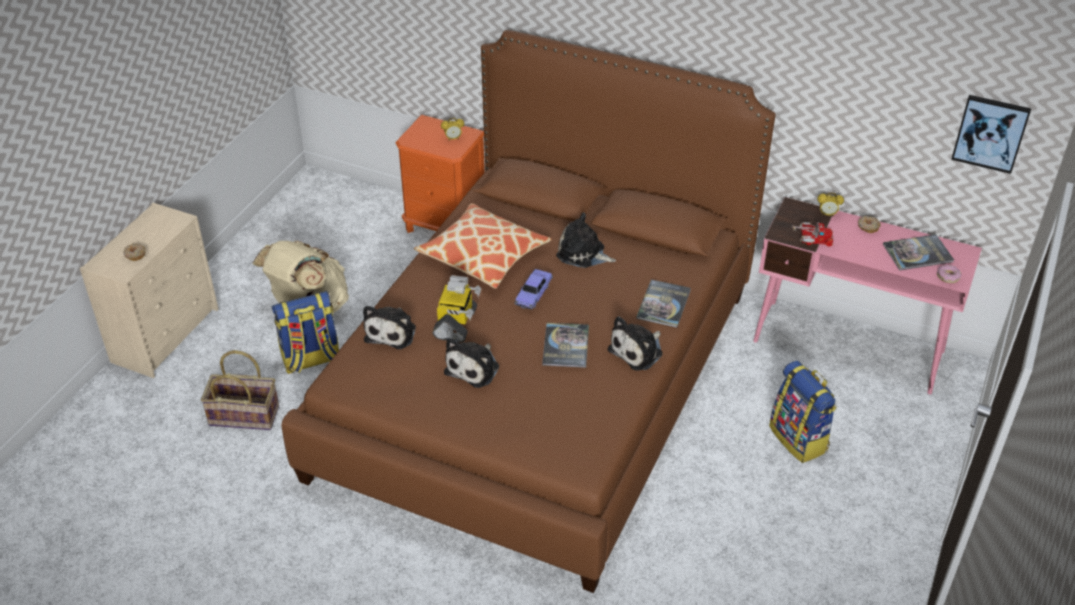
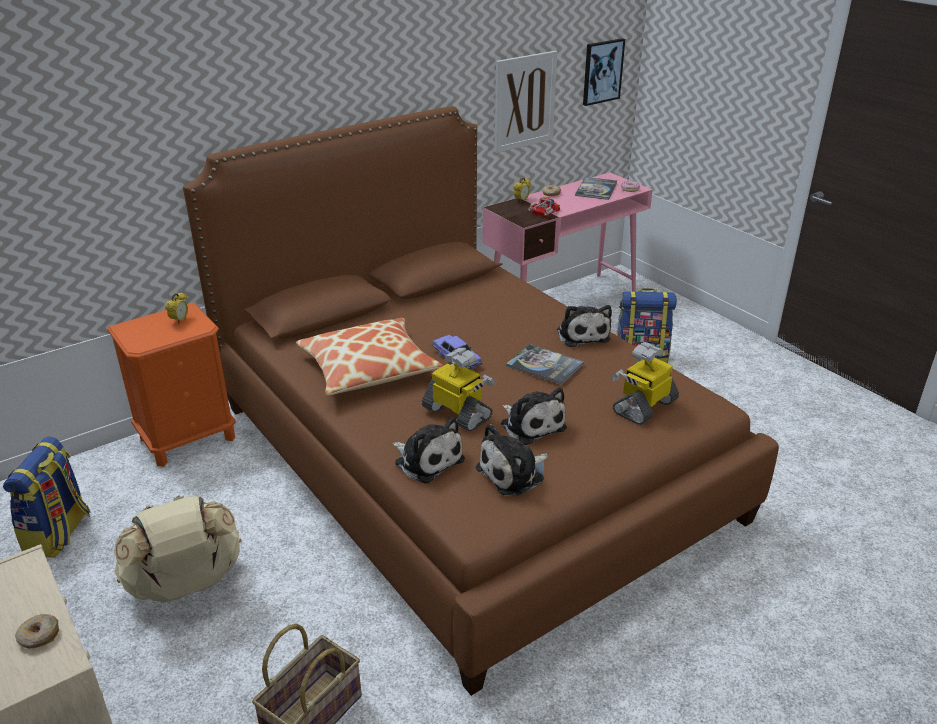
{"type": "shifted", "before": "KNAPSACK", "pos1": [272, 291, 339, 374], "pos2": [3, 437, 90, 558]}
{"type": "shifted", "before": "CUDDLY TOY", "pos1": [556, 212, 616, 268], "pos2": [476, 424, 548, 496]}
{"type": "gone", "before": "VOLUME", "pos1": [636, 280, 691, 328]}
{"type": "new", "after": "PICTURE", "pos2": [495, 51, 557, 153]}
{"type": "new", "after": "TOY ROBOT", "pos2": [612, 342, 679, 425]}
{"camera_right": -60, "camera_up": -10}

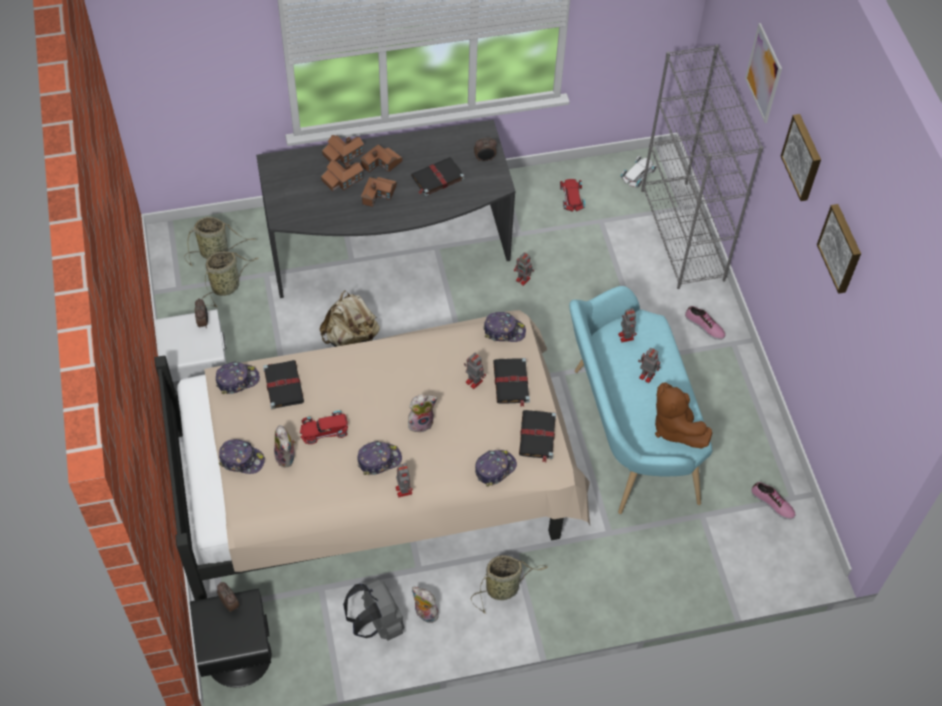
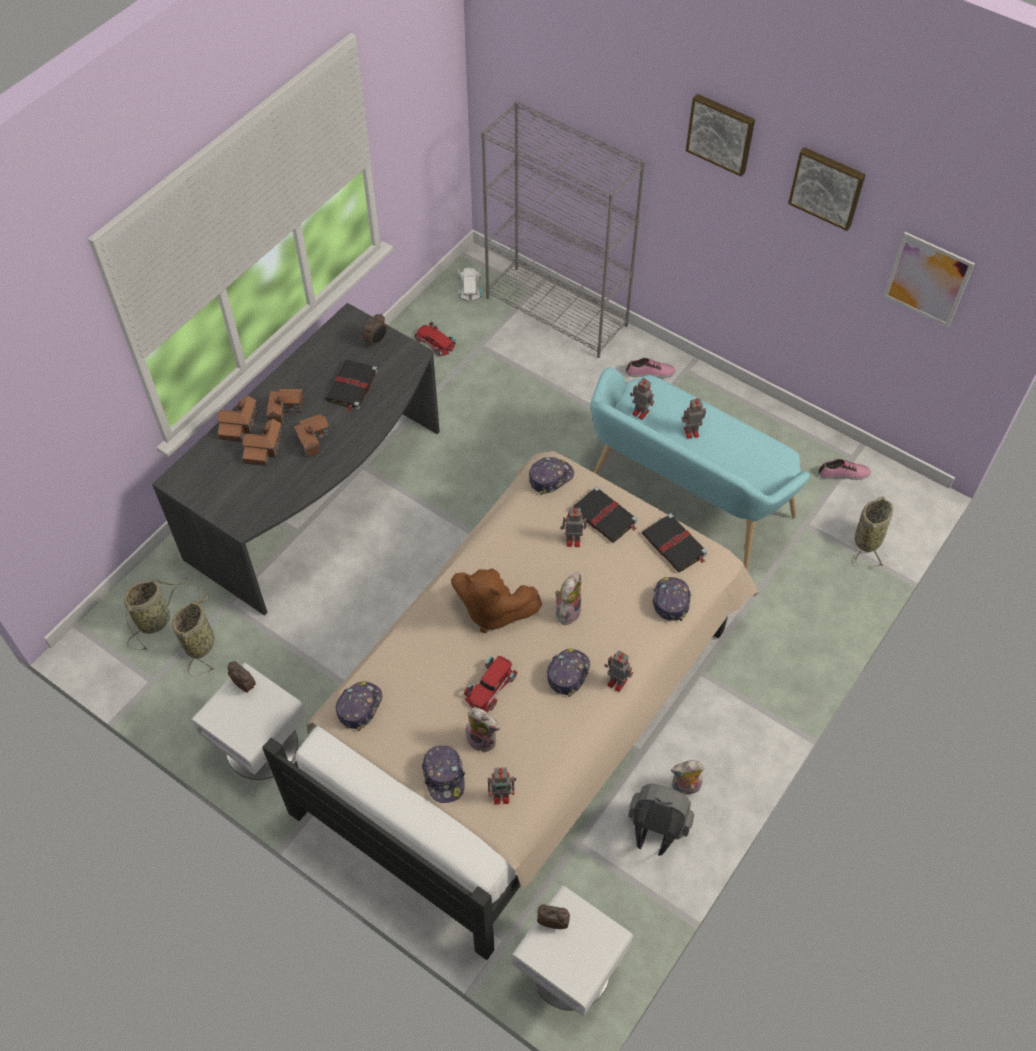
{"type": "repainted", "before": "BLACK-COLOURED BEDSIDE TABLE", "after": "WHITISH BEDSIDE TABLE", "pos1": [190, 589, 271, 688], "pos2": [512, 885, 633, 1016]}
{"type": "rotated", "before": "CAP", "pos1": [219, 439, 265, 474], "pos2": [422, 746, 465, 803], "turn": 105}
{"type": "gone", "before": "BLACK-COLOURED VOLUME", "pos1": [263, 360, 304, 409]}
{"type": "gone", "before": "SAND-COLOURED KNAPSACK", "pos1": [320, 290, 380, 347]}
{"type": "shifted", "before": "STORAGE BASKET", "pos1": [471, 555, 548, 614], "pos2": [855, 497, 893, 567]}
{"type": "shifted", "before": "TOY ROBOT", "pos1": [514, 252, 534, 286], "pos2": [488, 767, 516, 805]}
{"type": "shifted", "before": "BROWN CUDDLY TOY", "pos1": [655, 382, 712, 449], "pos2": [451, 568, 542, 633]}
{"type": "shifted", "before": "PICTURE", "pos1": [745, 23, 782, 123], "pos2": [883, 232, 975, 327]}
{"camera_right": -40, "camera_up": 0}

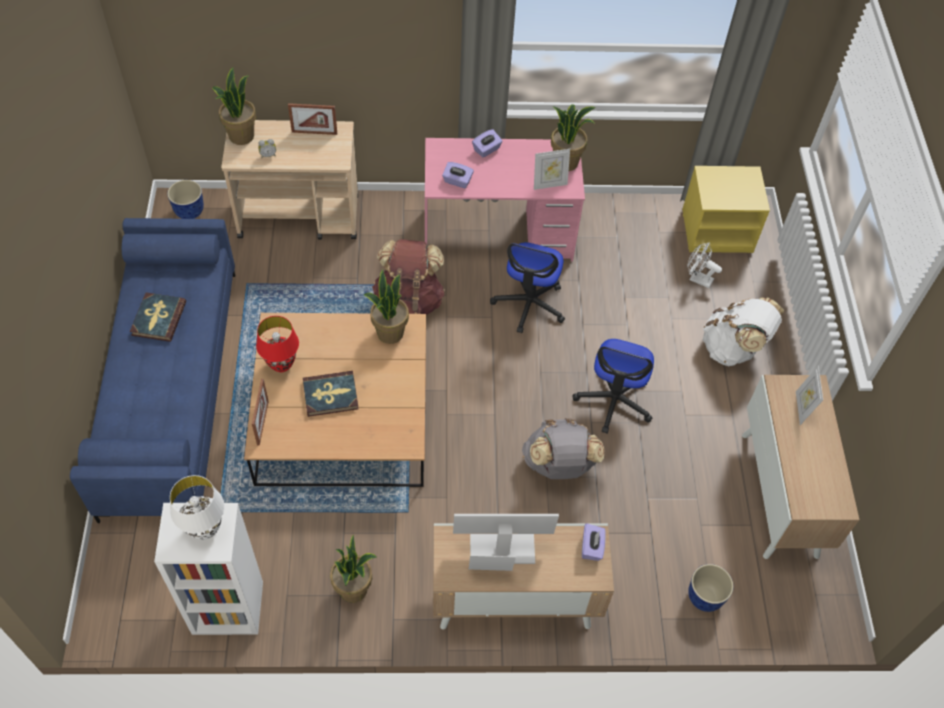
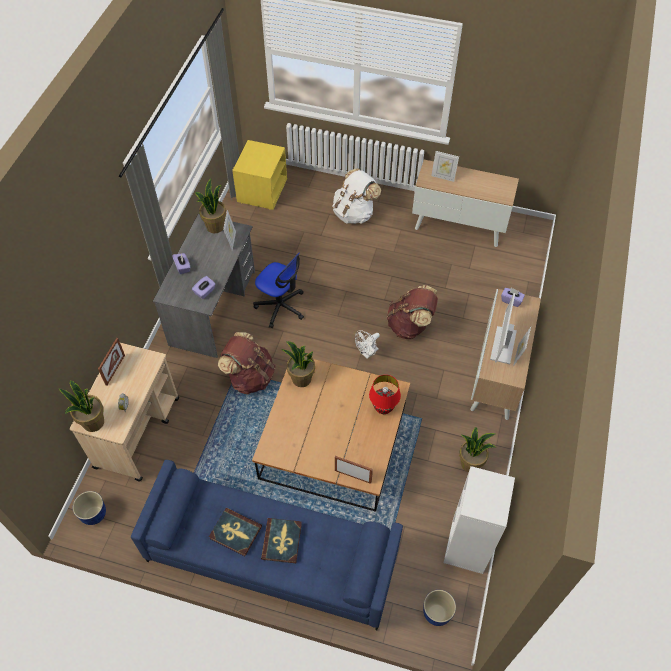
{"type": "gone", "before": "WHITISH TABLE LAMP", "pos1": [170, 475, 224, 540]}
{"type": "shifted", "before": "RED-COLOURED TABLE LAMP", "pos1": [256, 316, 299, 372], "pos2": [369, 375, 401, 414]}
{"type": "shifted", "before": "VOLUME", "pos1": [303, 371, 359, 417], "pos2": [261, 518, 302, 563]}
{"type": "repainted", "before": "PINK-COLOURED DESK", "after": "GREY DESK", "pos1": [425, 138, 585, 261], "pos2": [153, 214, 255, 358]}
{"type": "repainted", "before": "GREY KNAPSACK", "after": "BROWN KNAPSACK", "pos1": [522, 418, 604, 479], "pos2": [387, 285, 438, 339]}
{"type": "gone", "before": "COMPUTER CHAIR", "pos1": [573, 339, 654, 434]}
{"type": "shifted", "before": "WHITISH ELECTRIC FAN", "pos1": [687, 242, 722, 288], "pos2": [355, 330, 380, 359]}
{"type": "shifted", "before": "FLOWER POT", "pos1": [688, 564, 733, 612], "pos2": [423, 590, 456, 626]}
{"camera_right": -70, "camera_up": 0}

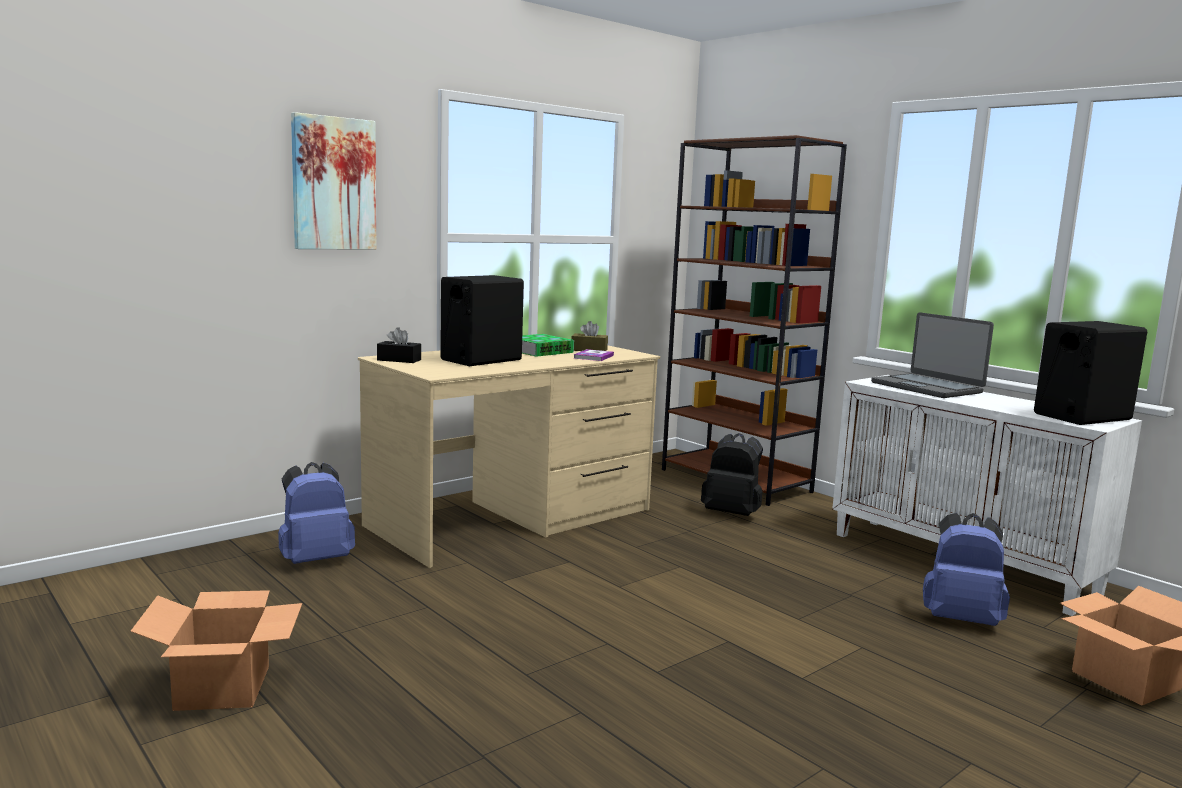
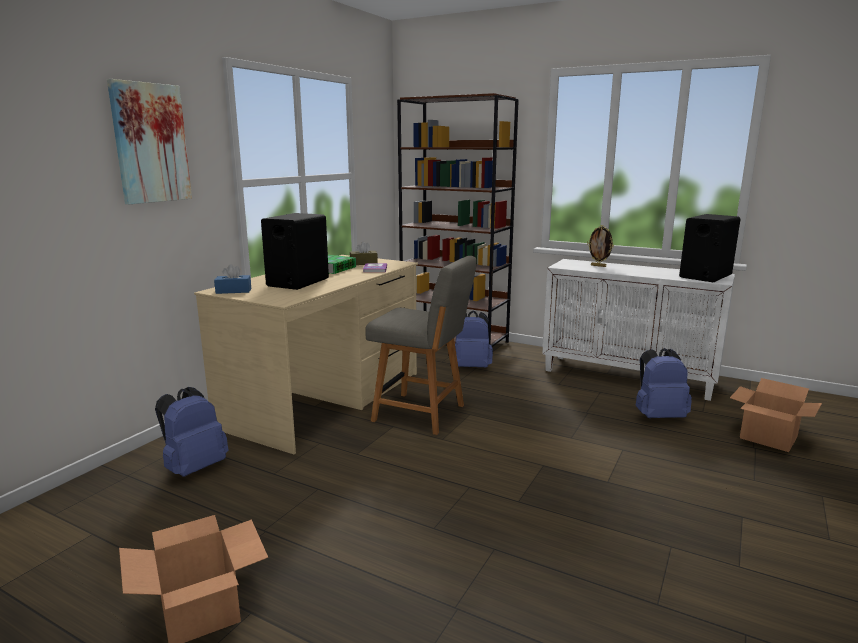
{"type": "repainted", "before": "BLACK-COLOURED BOX OF TISSUES", "after": "BLUE BOX OF TISSUES", "pos1": [377, 327, 421, 363], "pos2": [214, 264, 251, 294]}
{"type": "repainted", "before": "BLACK-COLOURED KNAPSACK", "after": "BLUE KNAPSACK", "pos1": [701, 433, 763, 516], "pos2": [455, 311, 493, 367]}
{"type": "swapped", "before": "NOTEBOOK COMPUTER", "after": "PHOTO FRAME", "pos1": [871, 312, 994, 398], "pos2": [587, 225, 614, 267]}
{"type": "new", "after": "GREY PLAIN CHAIR", "pos2": [365, 256, 477, 435]}
{"camera_right": -20, "camera_up": 5}

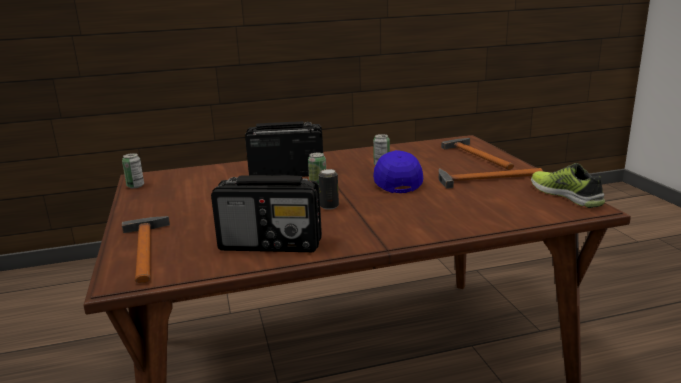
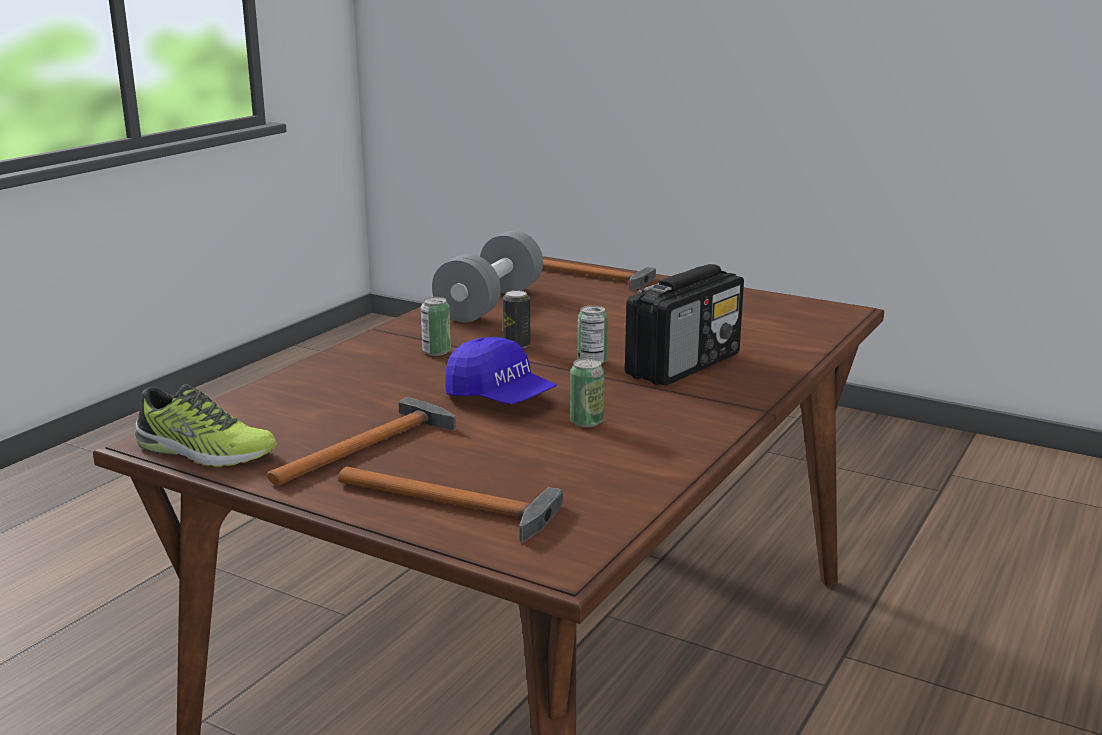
{"type": "shifted", "before": "SEALED CAN", "pos1": [122, 153, 144, 188], "pos2": [421, 297, 451, 356]}
{"type": "swapped", "before": "RADIO SET", "after": "GREY DUMBBELL", "pos1": [211, 175, 322, 252], "pos2": [432, 231, 543, 322]}
{"camera_right": 135, "camera_up": 0}

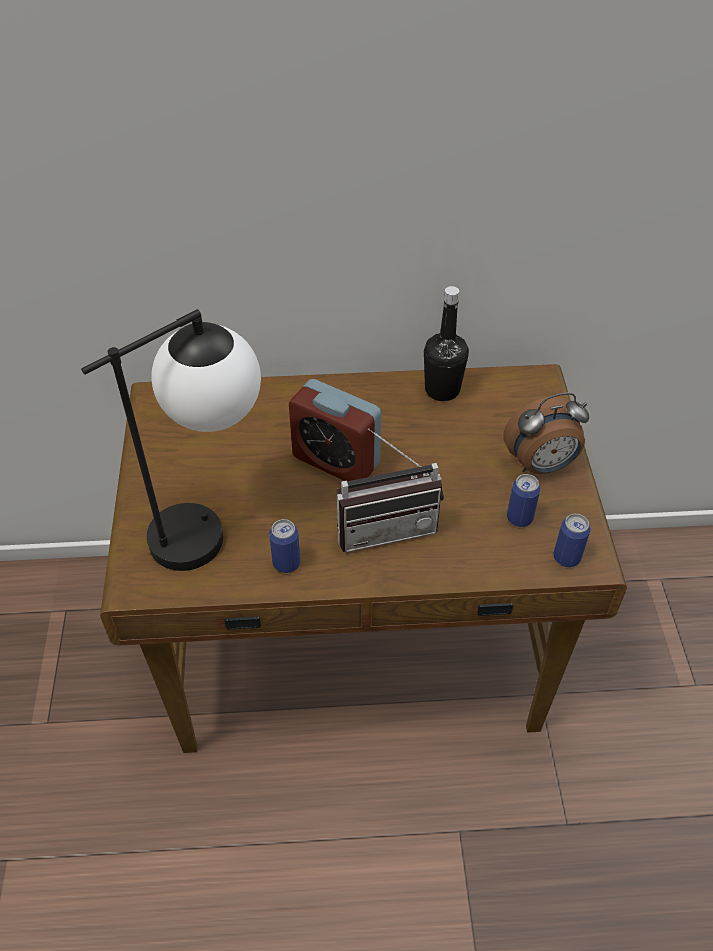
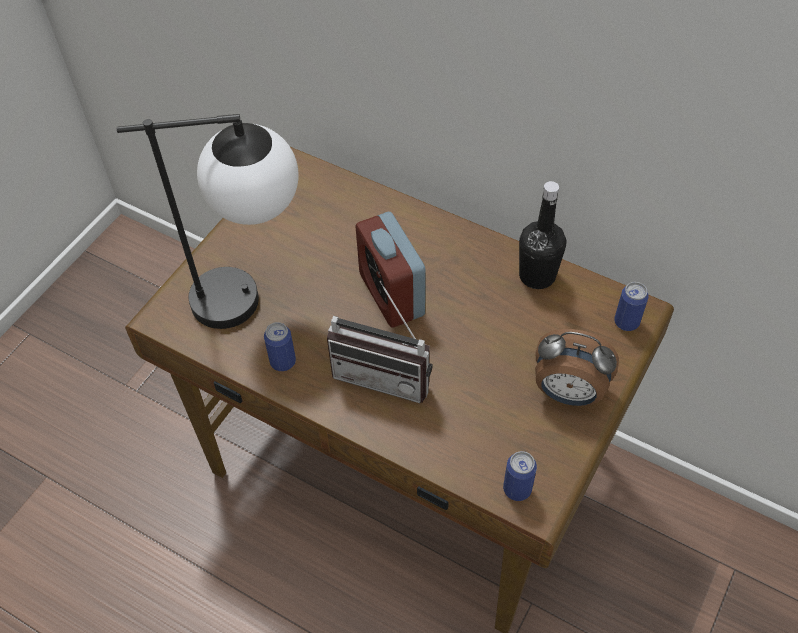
{"type": "shifted", "before": "SEALED CAN", "pos1": [507, 474, 540, 527], "pos2": [614, 282, 649, 331]}
{"camera_right": 35, "camera_up": 5}

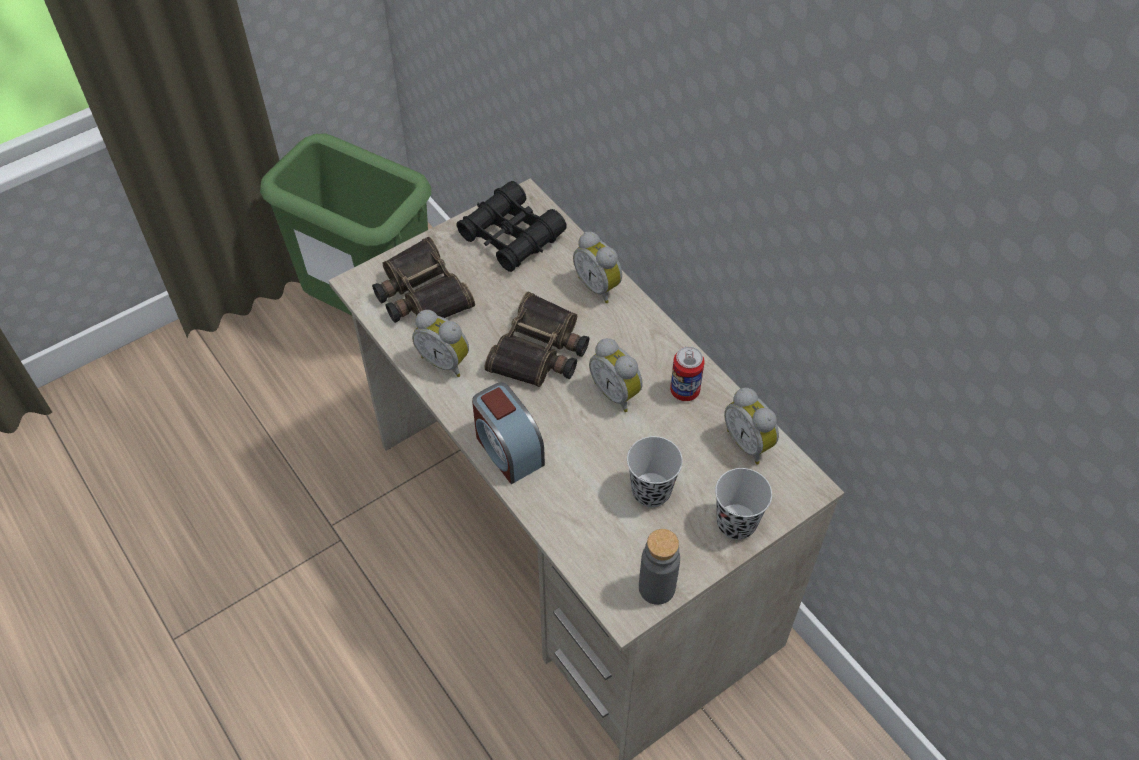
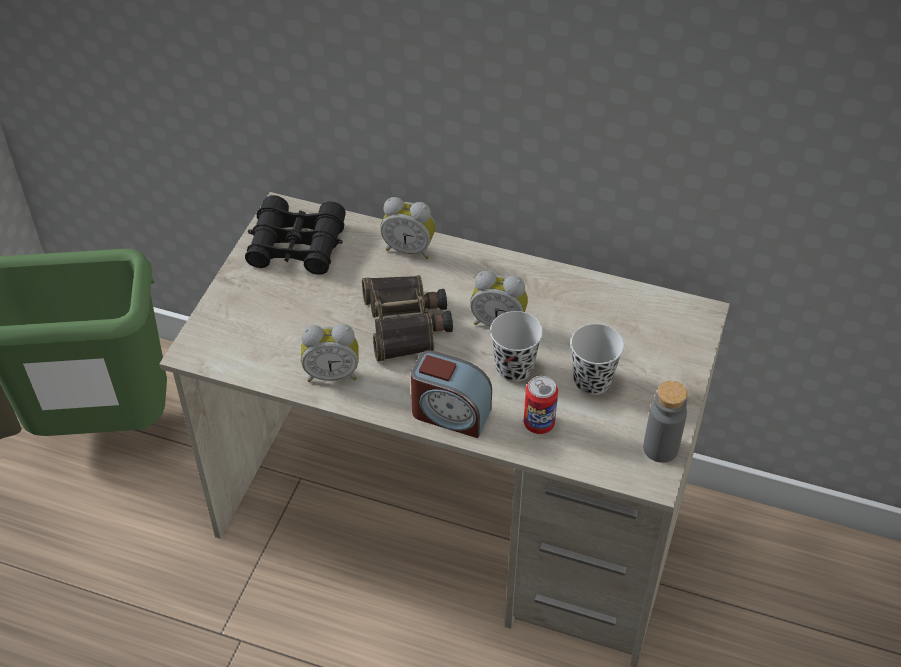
{"type": "gone", "before": "BINOCULARS", "pos1": [372, 237, 475, 323]}
{"type": "shifted", "before": "SEALED CAN", "pos1": [670, 347, 705, 401], "pos2": [524, 376, 558, 434]}
{"type": "shifted", "before": "BLACK-COLOURED SMALL CUP", "pos1": [715, 468, 772, 540], "pos2": [490, 311, 543, 382]}
{"type": "gone", "before": "TABLE CLOCK", "pos1": [724, 388, 779, 465]}
{"camera_right": -35, "camera_up": -5}

